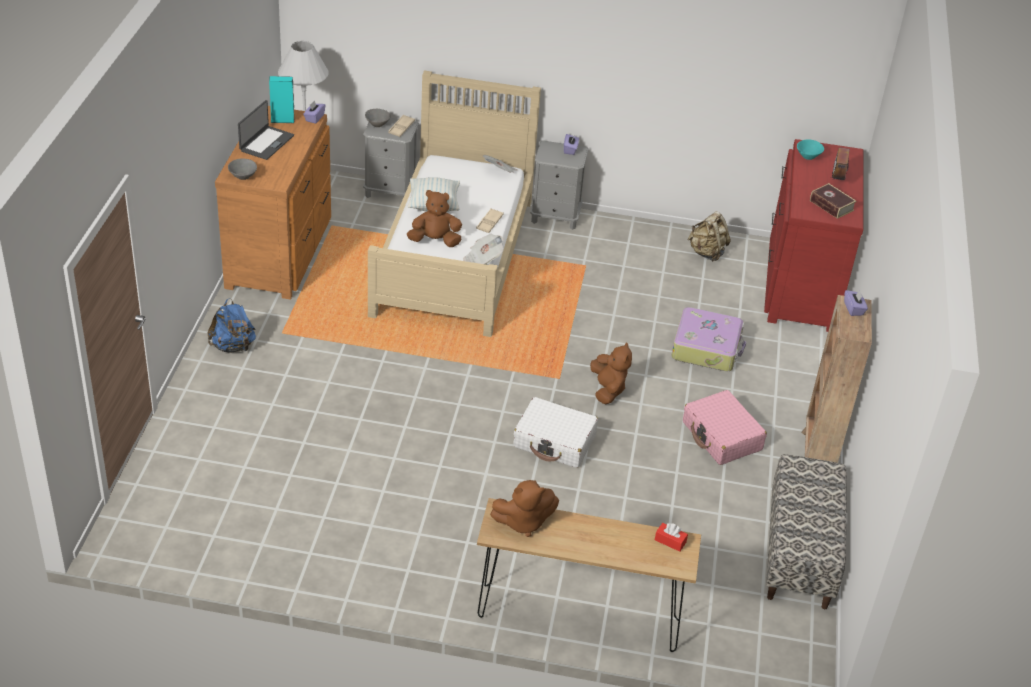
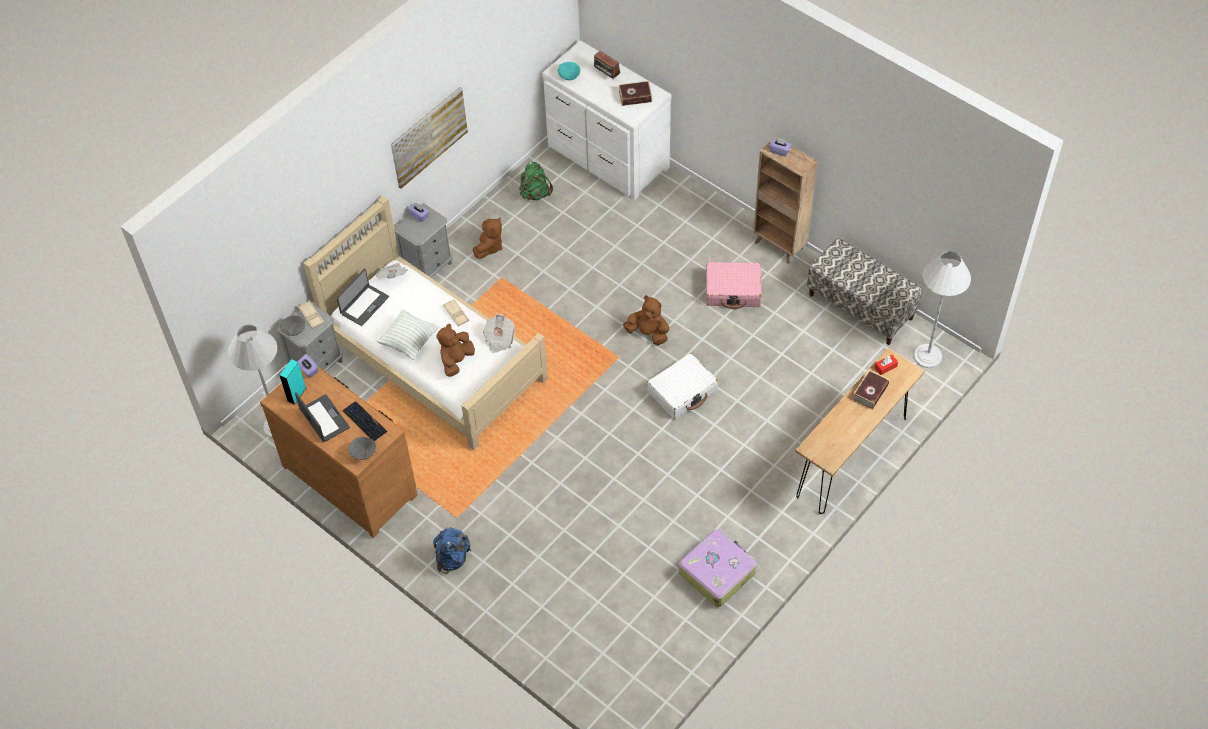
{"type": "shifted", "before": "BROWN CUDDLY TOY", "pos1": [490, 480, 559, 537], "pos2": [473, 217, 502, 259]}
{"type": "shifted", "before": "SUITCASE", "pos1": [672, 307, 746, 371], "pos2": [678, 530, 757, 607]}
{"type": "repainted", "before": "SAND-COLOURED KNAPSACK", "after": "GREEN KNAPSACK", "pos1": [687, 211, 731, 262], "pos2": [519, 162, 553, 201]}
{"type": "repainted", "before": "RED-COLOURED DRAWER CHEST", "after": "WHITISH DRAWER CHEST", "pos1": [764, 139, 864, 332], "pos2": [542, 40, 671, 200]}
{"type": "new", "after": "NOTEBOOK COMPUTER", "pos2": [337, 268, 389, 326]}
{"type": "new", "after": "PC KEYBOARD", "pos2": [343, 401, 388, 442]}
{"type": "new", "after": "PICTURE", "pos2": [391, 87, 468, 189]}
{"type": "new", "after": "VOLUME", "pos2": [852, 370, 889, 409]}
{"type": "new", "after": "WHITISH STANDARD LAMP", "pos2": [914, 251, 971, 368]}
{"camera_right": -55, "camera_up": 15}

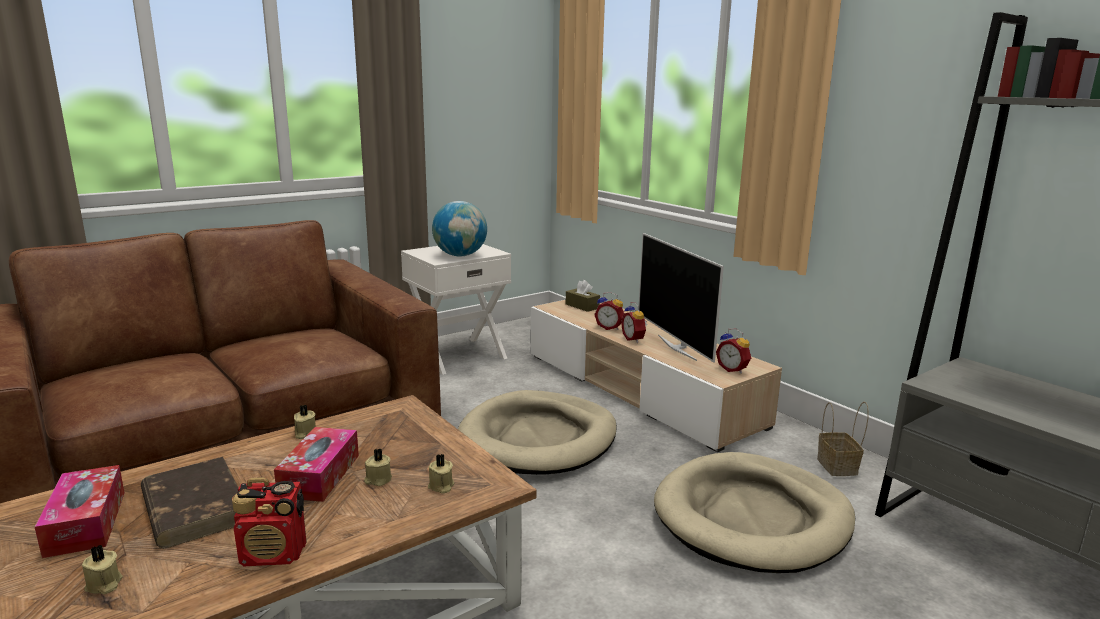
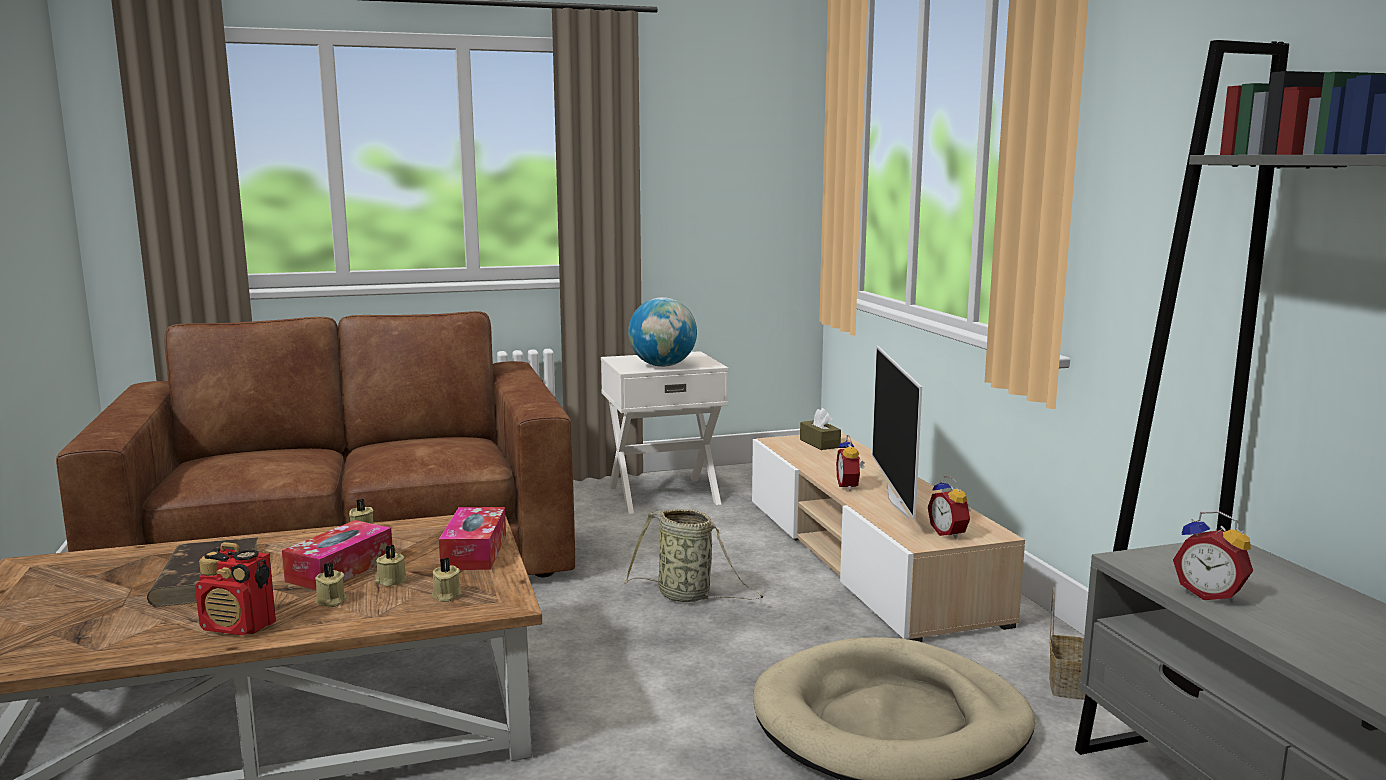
{"type": "shifted", "before": "BOX OF TISSUES", "pos1": [35, 465, 125, 558], "pos2": [439, 507, 506, 570]}
{"type": "shifted", "before": "SAND-COLOURED CANDLE", "pos1": [82, 545, 123, 594], "pos2": [315, 563, 347, 607]}
{"type": "swapped", "before": "SAND-COLOURED DOG CUSHION", "after": "STORAGE BASKET", "pos1": [458, 390, 617, 475], "pos2": [625, 509, 763, 602]}
{"type": "shifted", "before": "TABLE CLOCK", "pos1": [594, 292, 624, 330], "pos2": [1173, 511, 1253, 603]}
{"camera_right": 20, "camera_up": -5}

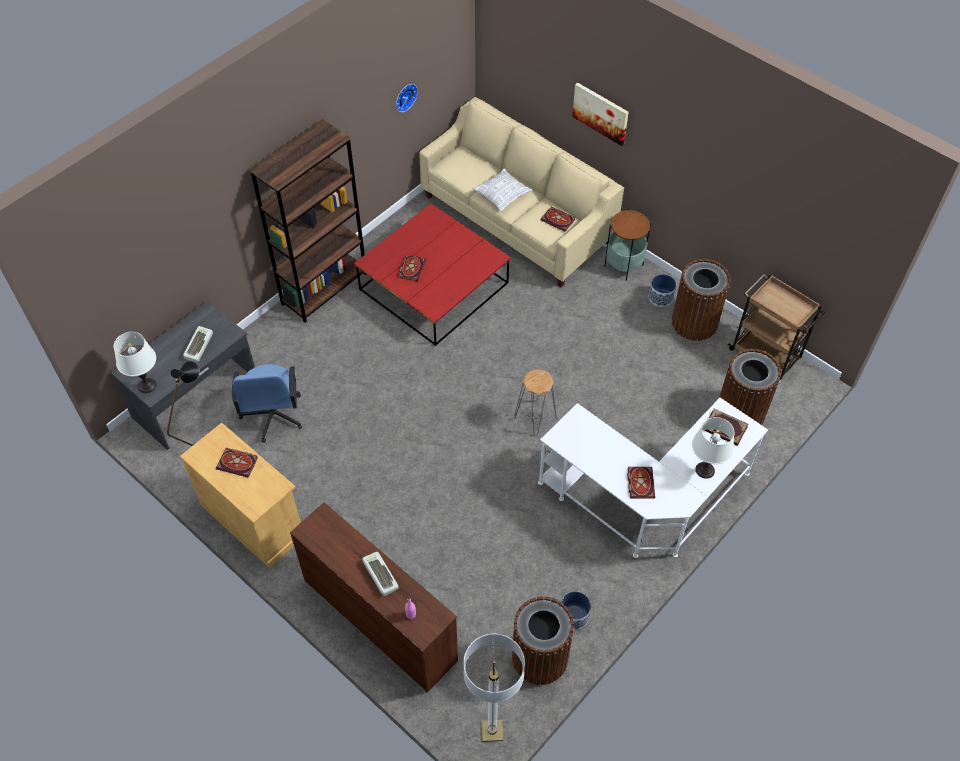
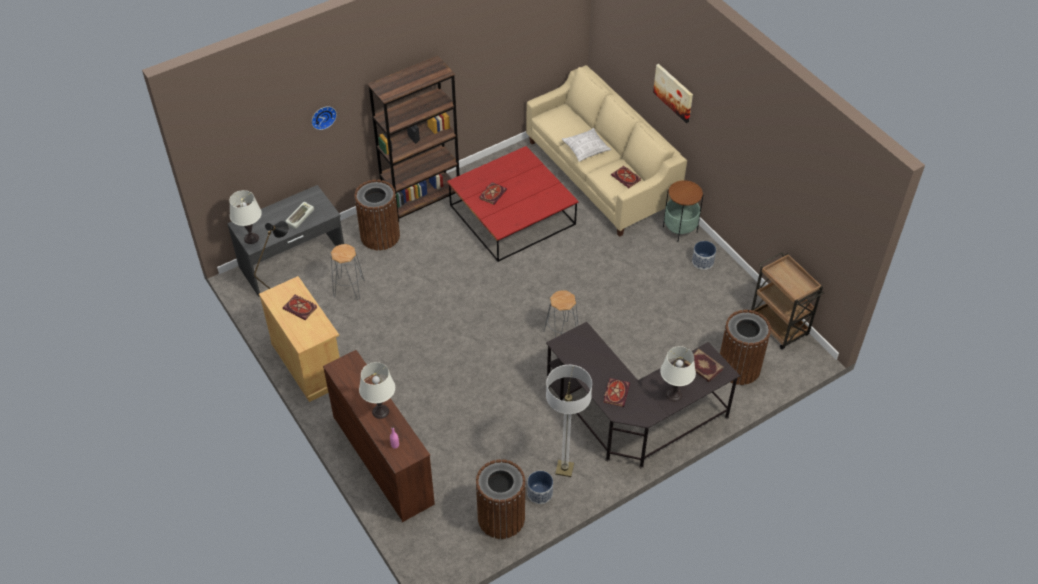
{"type": "swapped", "before": "BLUE COMPUTER CHAIR", "after": "GREY SITTING STOOL", "pos1": [232, 364, 302, 443], "pos2": [331, 244, 365, 300]}
{"type": "swapped", "before": "PC KEYBOARD", "after": "WHITISH TABLE LAMP", "pos1": [362, 552, 399, 596], "pos2": [359, 362, 395, 419]}
{"type": "shifted", "before": "HANGING CLOCK", "pos1": [396, 84, 418, 112], "pos2": [311, 107, 337, 130]}
{"type": "shifted", "before": "STANDARD LAMP", "pos1": [463, 634, 525, 742], "pos2": [546, 365, 592, 477]}
{"type": "repainted", "before": "WHITISH DESK", "after": "BLACK-COLOURED DESK", "pos1": [538, 398, 768, 558], "pos2": [546, 322, 740, 469]}
{"type": "shifted", "before": "BROWN WASTE BIN", "pos1": [672, 259, 731, 341], "pos2": [354, 180, 400, 251]}
{"camera_right": 15, "camera_up": -5}

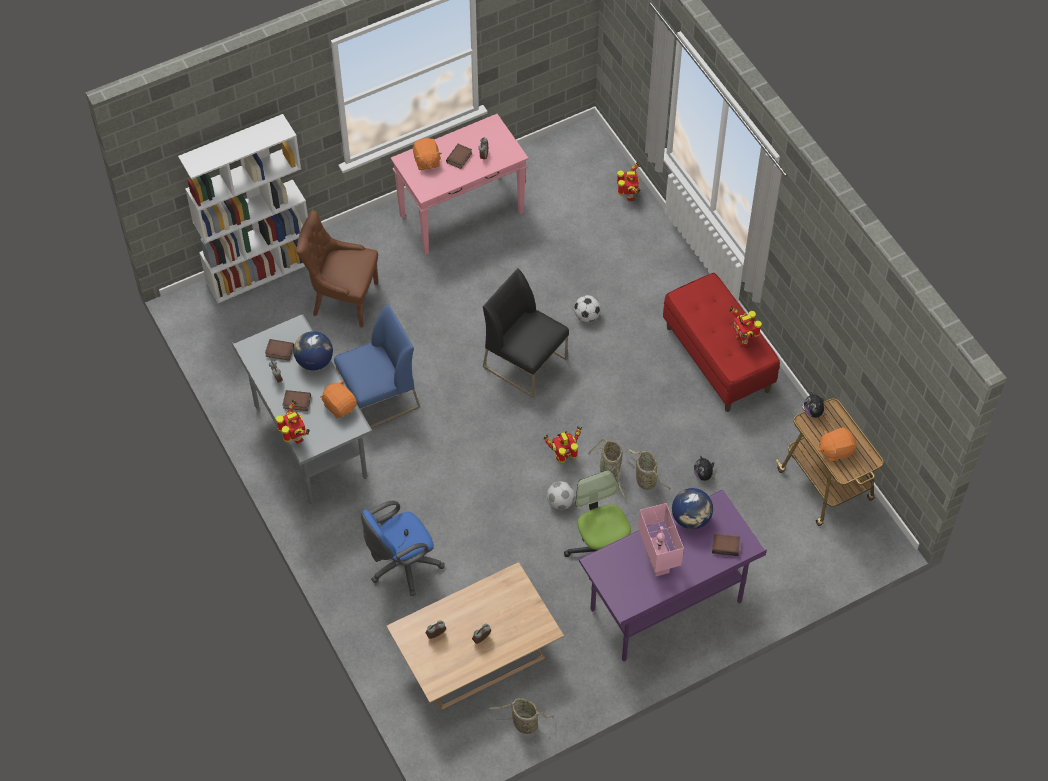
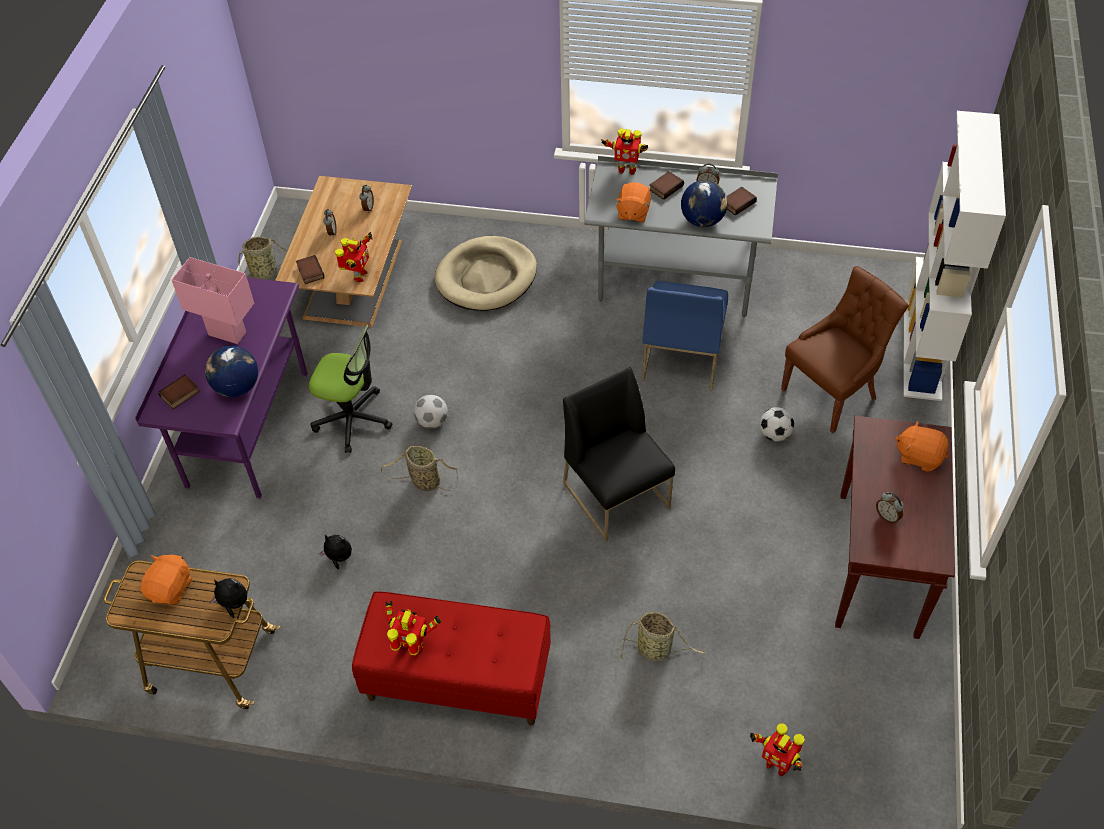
{"type": "rotated", "before": "ORANGE-COLOURED CUDDLY TOY", "pos1": [320, 380, 357, 418], "pos2": [615, 183, 651, 223], "turn": 105}
{"type": "swapped", "before": "BLUE COMPUTER CHAIR", "after": "SAND-COLOURED DOG CUSHION", "pos1": [361, 501, 445, 596], "pos2": [435, 236, 537, 311]}
{"type": "repainted", "before": "PINK-COLOURED HALL TABLE", "after": "BROWN HALL TABLE", "pos1": [391, 114, 529, 255], "pos2": [835, 416, 955, 639]}
{"type": "shifted", "before": "VOLUME", "pos1": [446, 144, 472, 169], "pos2": [296, 255, 325, 284]}
{"type": "rotated", "before": "BLACK-COLOURED PLAIN CHAIR", "pos1": [483, 268, 569, 398], "pos2": [563, 367, 675, 541], "turn": -105}
{"type": "shifted", "before": "TOY ROBOT", "pos1": [543, 426, 582, 463], "pos2": [335, 232, 373, 282]}
{"type": "shifted", "before": "FOOTBALL", "pos1": [574, 295, 601, 322], "pos2": [760, 407, 794, 441]}
{"type": "shifted", "before": "STORAGE BASKET", "pos1": [625, 449, 671, 500], "pos2": [618, 612, 707, 661]}
{"camera_right": 130, "camera_up": -5}

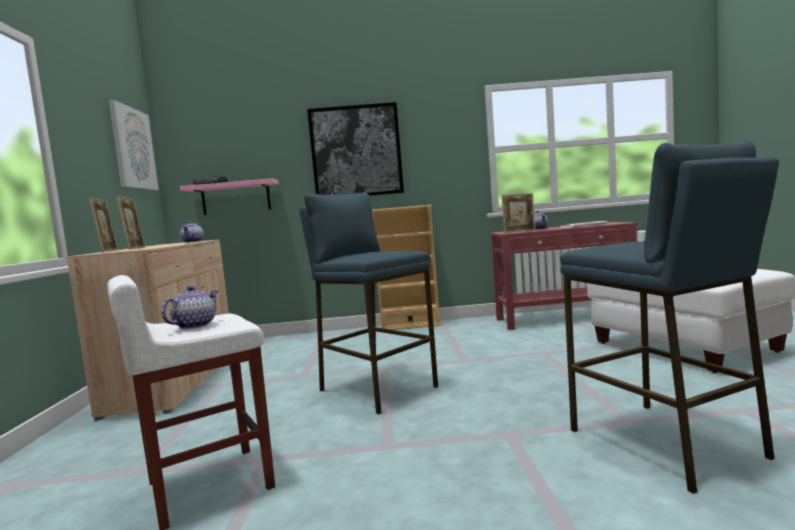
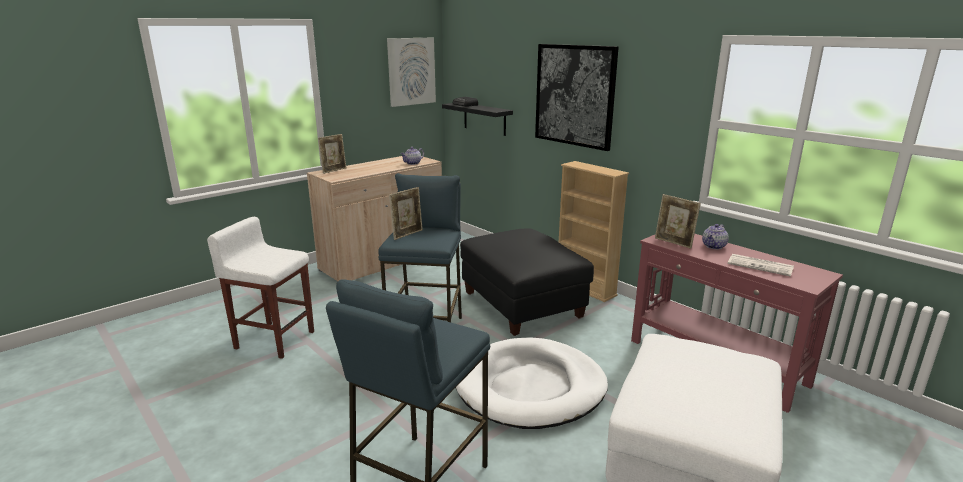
{"type": "shifted", "before": "PHOTO FRAME", "pos1": [116, 196, 145, 250], "pos2": [389, 187, 423, 240]}
{"type": "gone", "before": "TEA POT", "pos1": [161, 286, 218, 329]}
{"type": "repainted", "before": "PINK-COLOURED WALL SHELF", "after": "BLACK-COLOURED WALL SHELF", "pos1": [180, 178, 279, 215], "pos2": [442, 103, 513, 136]}
{"type": "new", "after": "WHITISH DOG CUSHION", "pos2": [456, 337, 608, 429]}
{"type": "new", "after": "BLACK-COLOURED FOOTREST", "pos2": [460, 229, 594, 336]}
{"camera_right": 50, "camera_up": 15}

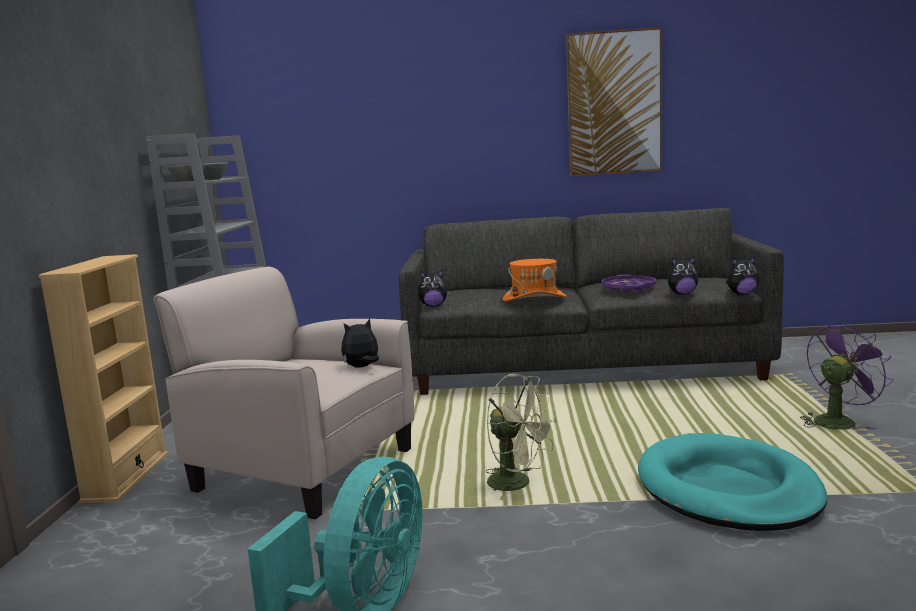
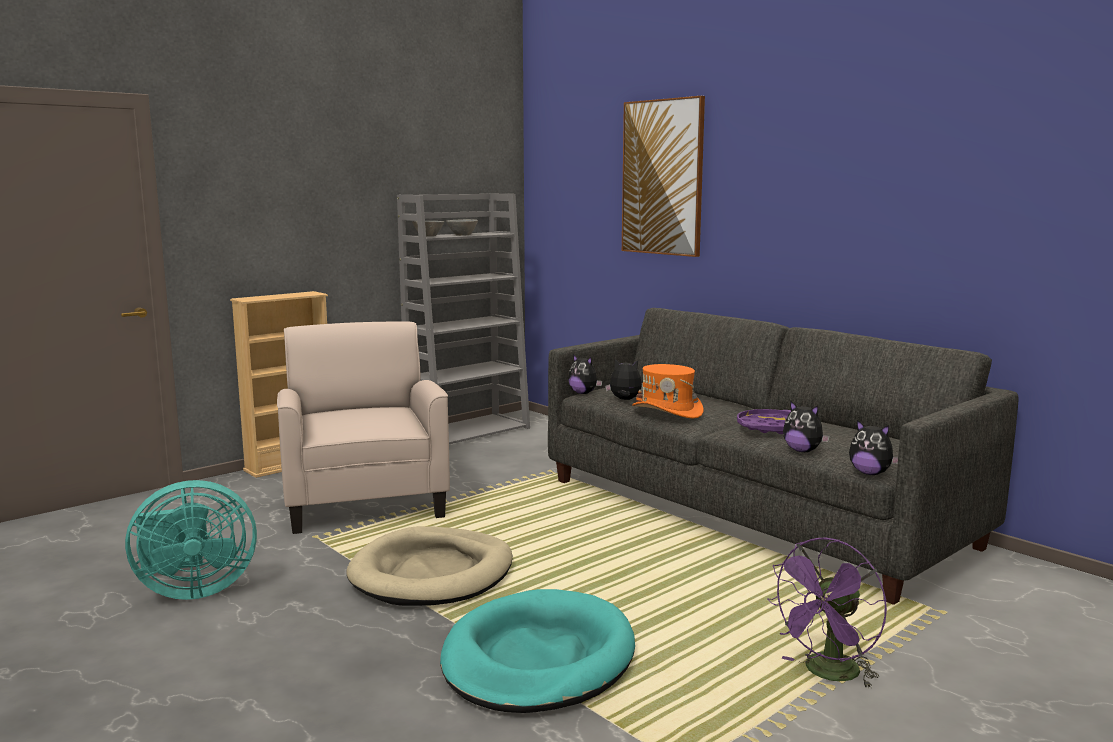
{"type": "shifted", "before": "CUDDLY TOY", "pos1": [341, 319, 379, 368], "pos2": [605, 359, 642, 400]}
{"type": "swapped", "before": "GREEN ELECTRIC FAN", "after": "SAND-COLOURED DOG CUSHION", "pos1": [485, 374, 557, 500], "pos2": [346, 526, 512, 606]}
{"type": "shifted", "before": "PICTURE", "pos1": [566, 27, 662, 176], "pos2": [622, 96, 705, 257]}
{"type": "rotated", "before": "PURPLE ELECTRIC FAN", "pos1": [800, 322, 893, 430], "pos2": [767, 538, 887, 689], "turn": 120}
{"camera_right": 45, "camera_up": 0}

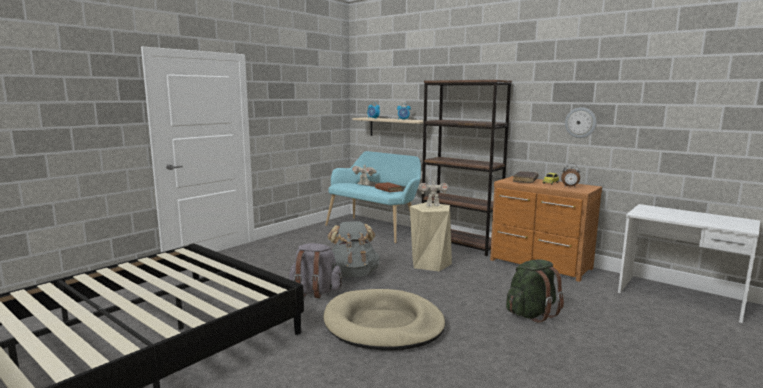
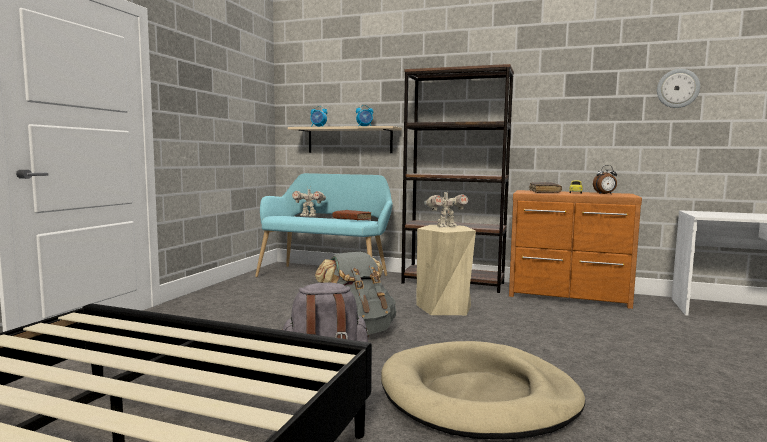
{"type": "gone", "before": "GREEN KNAPSACK", "pos1": [506, 260, 564, 323]}
{"type": "shifted", "before": "HANGING CLOCK", "pos1": [565, 107, 597, 138], "pos2": [657, 69, 700, 108]}
{"camera_right": -20, "camera_up": -5}

